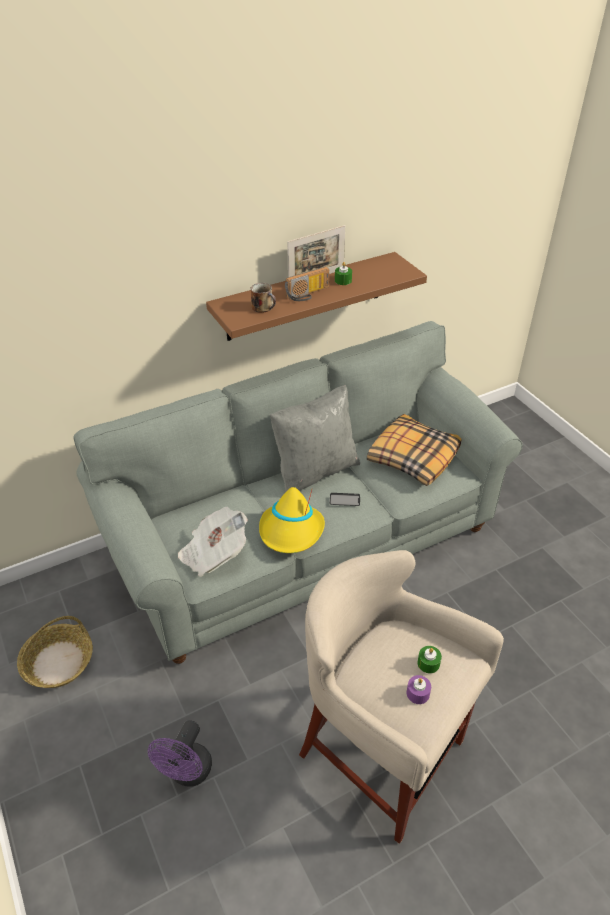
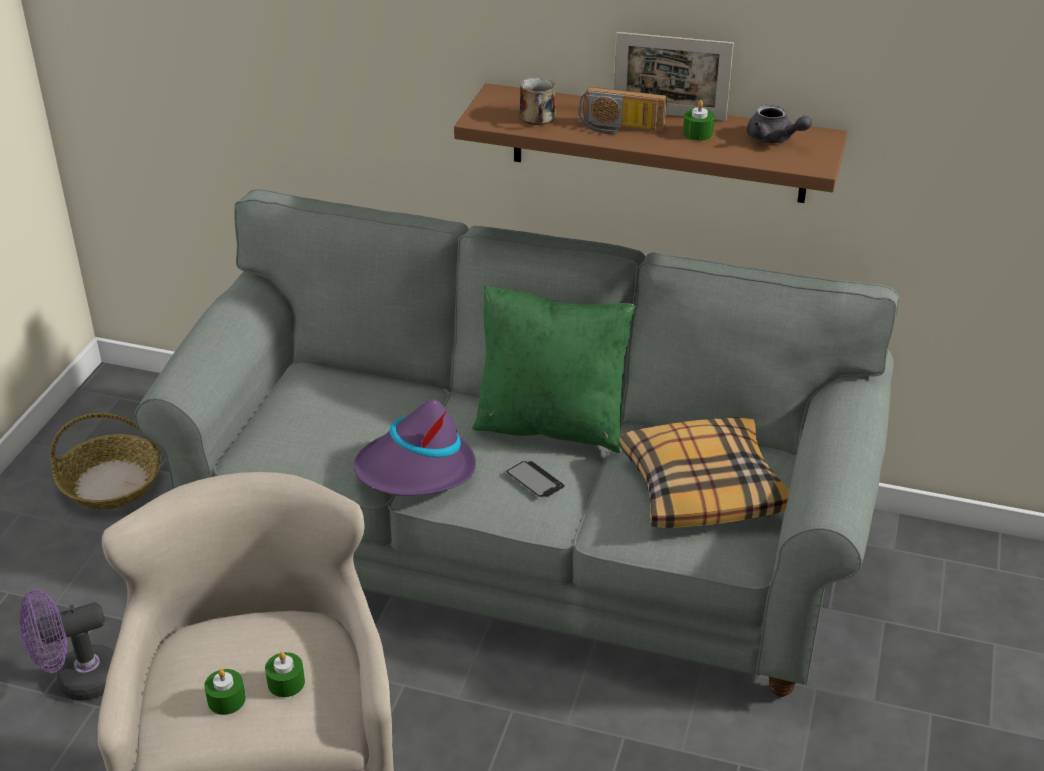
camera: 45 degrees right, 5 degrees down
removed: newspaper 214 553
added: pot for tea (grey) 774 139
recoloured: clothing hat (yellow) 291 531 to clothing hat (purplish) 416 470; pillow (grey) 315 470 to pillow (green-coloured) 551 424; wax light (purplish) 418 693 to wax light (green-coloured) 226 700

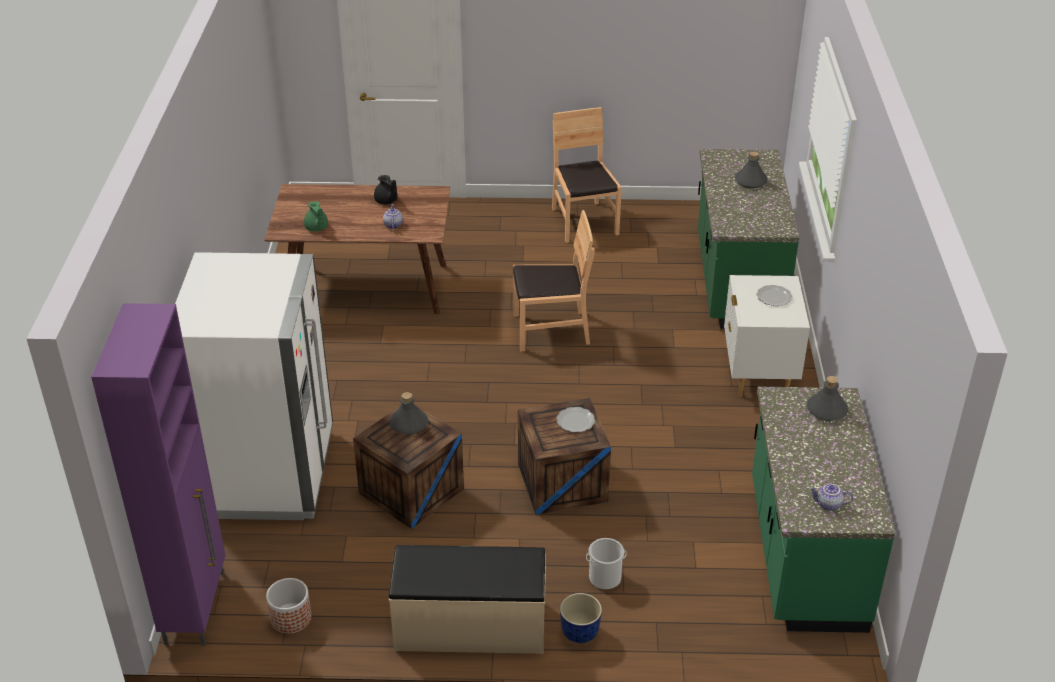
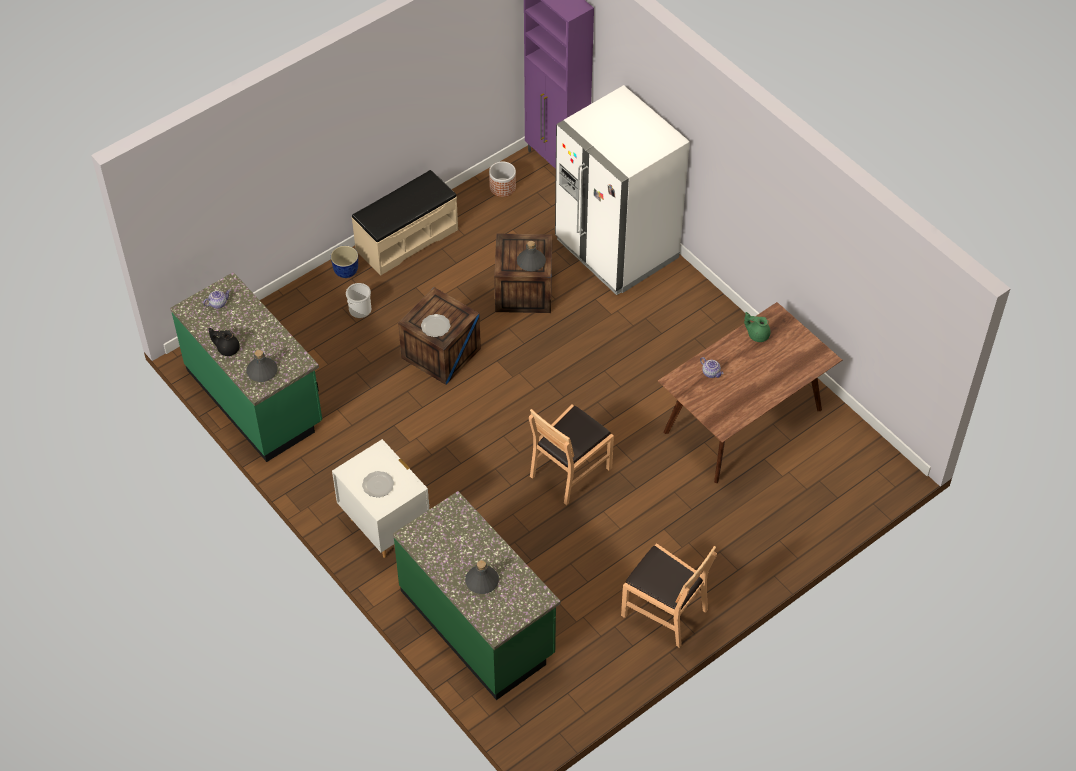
camera: 140 degrees right, 15 degrees up
moved: pot for tea (black) 386 201 to 227 348

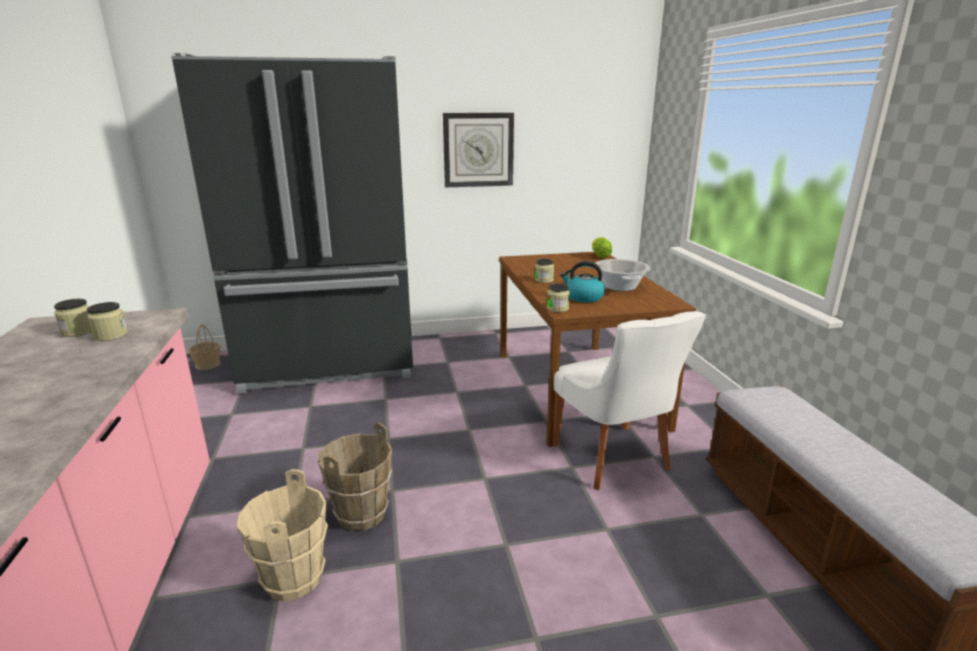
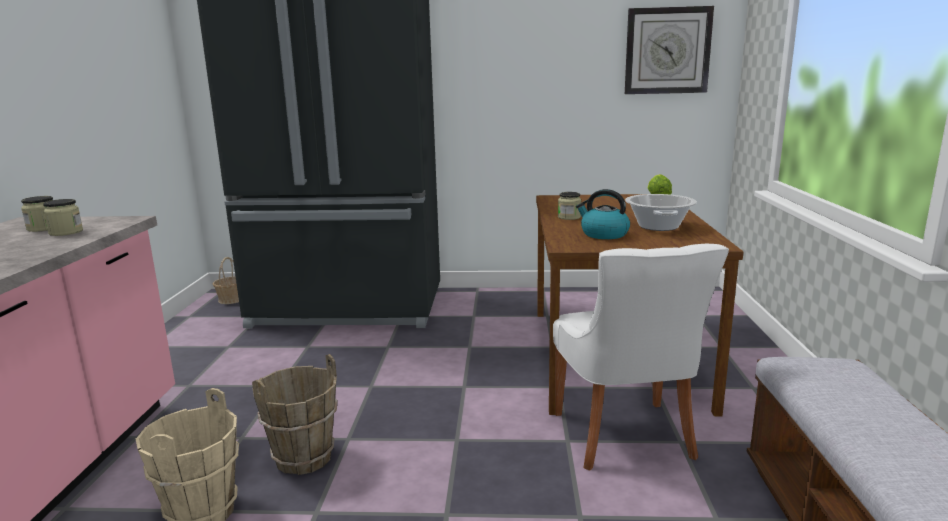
camera: 15 degrees right, 5 degrees down
removed: storage jar 557 308
moved: hanging clock 478 150 to 667 51

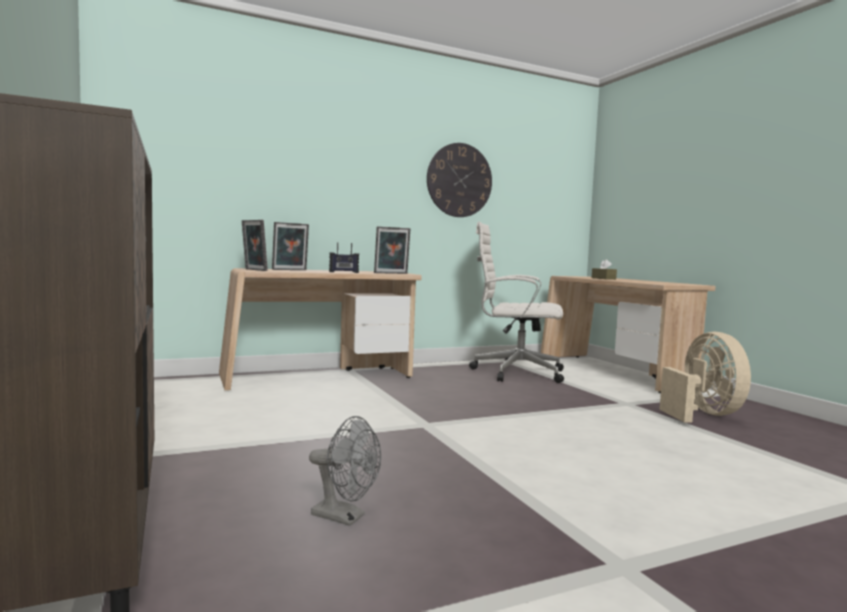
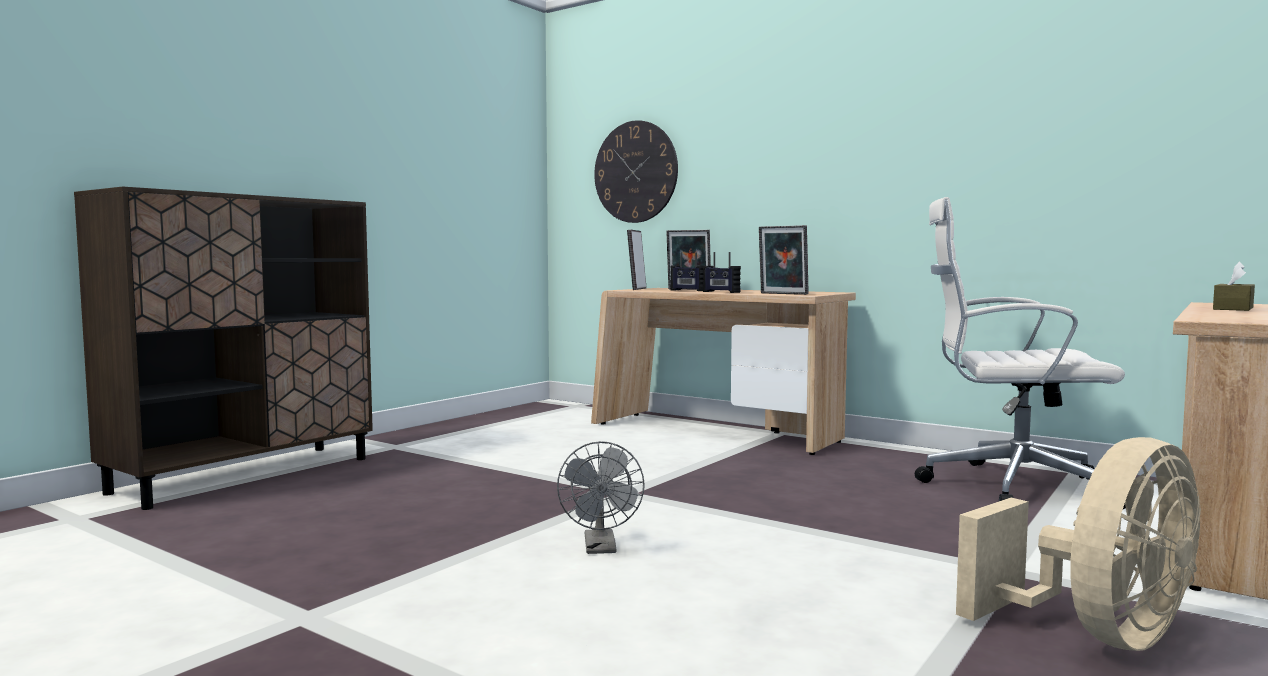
camera: 60 degrees right, 0 degrees up
added: radio 687 290
moved: electric fan (grey) 345 517 to 601 548; hanging clock 459 180 to 635 172
turned: office chair (white-coloured) 515 372 = 1010 487 60 degrees counterclockwise

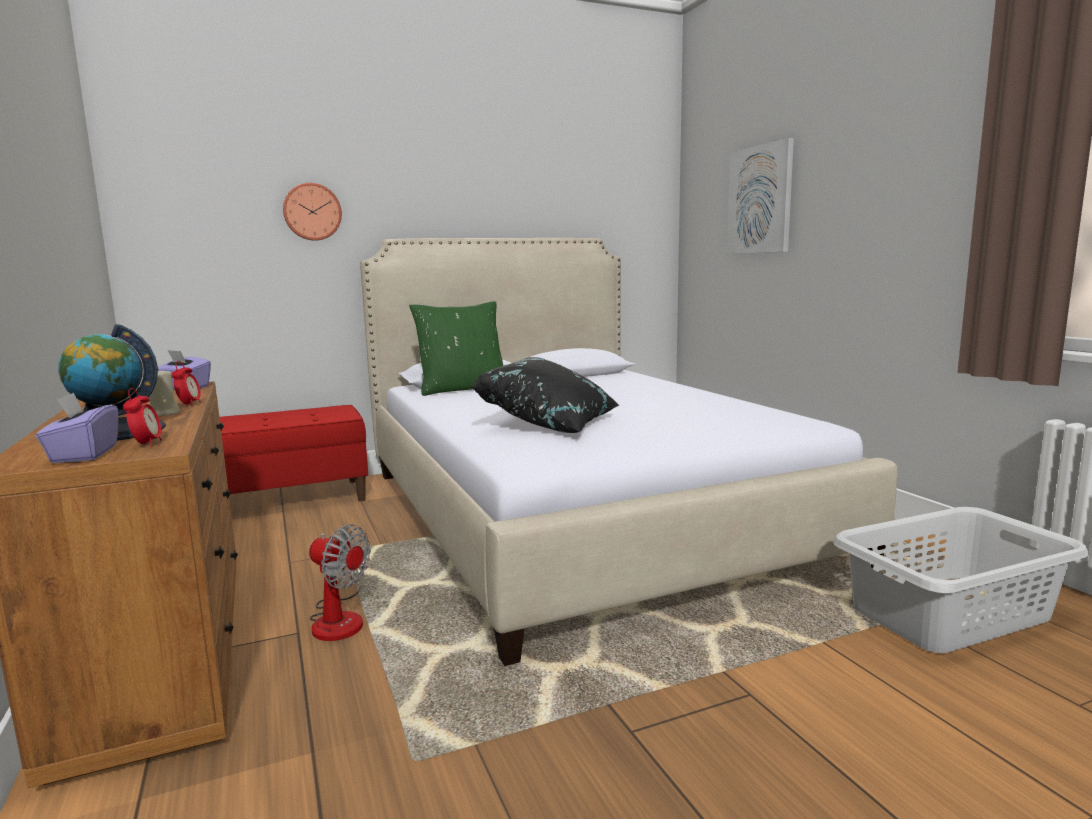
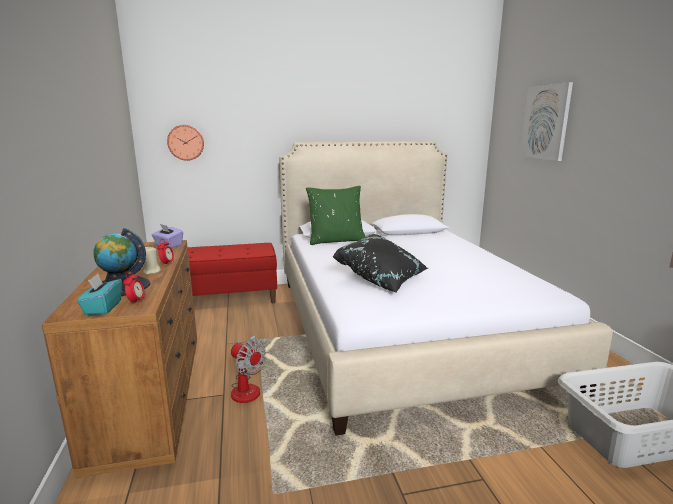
camera: 10 degrees right, 5 degrees up
moved: hanging clock 312 212 to 186 142
recoloured: box of tissues (purplish) 84 454 to box of tissues (turquoise) 102 308

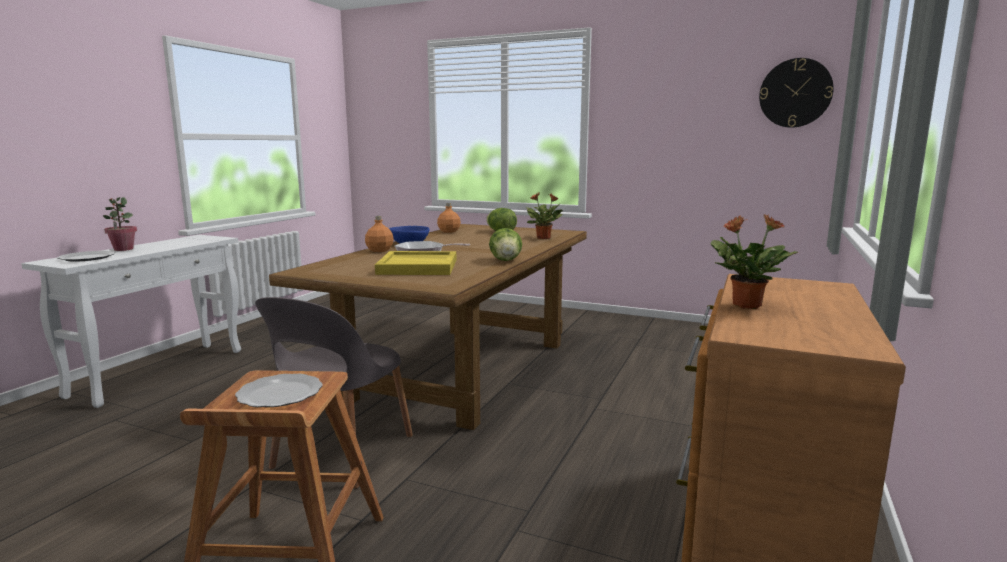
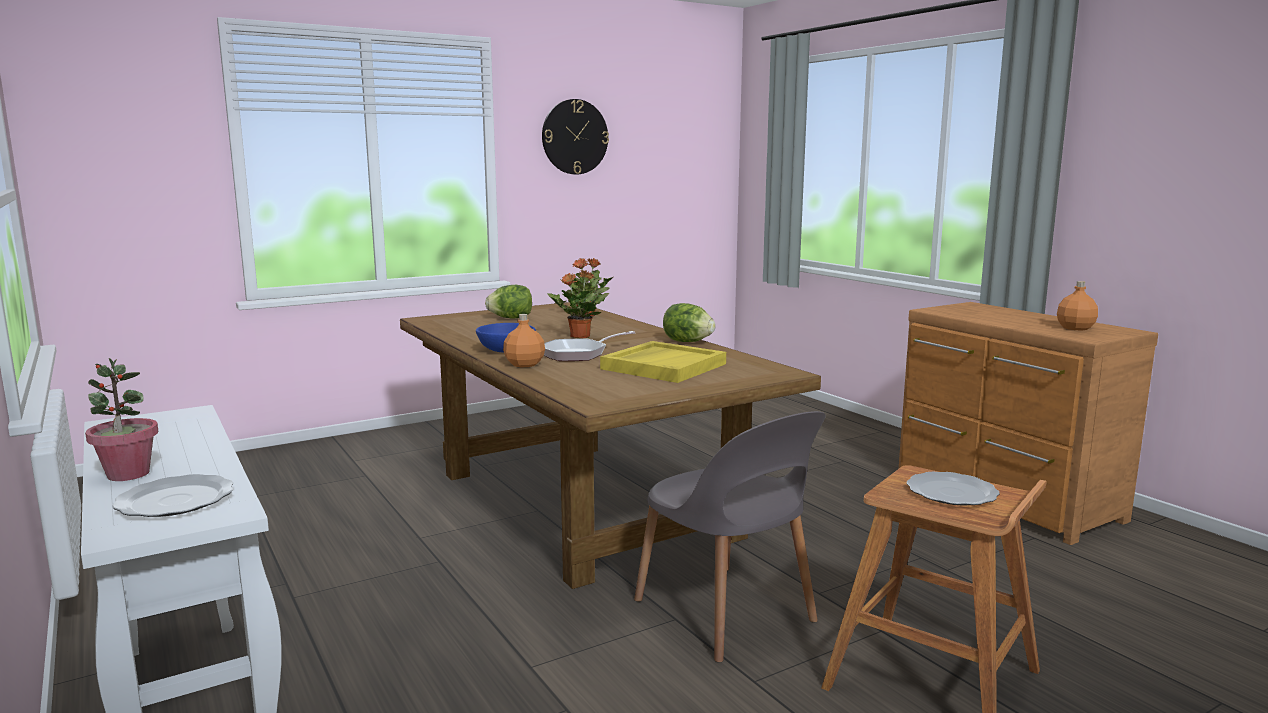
camera: 55 degrees left, 0 degrees up
moved: beverage bottle (orangey) 448 231 to 1075 328; plant in a pot 745 305 to 579 337; hanging clock 795 93 to 574 137

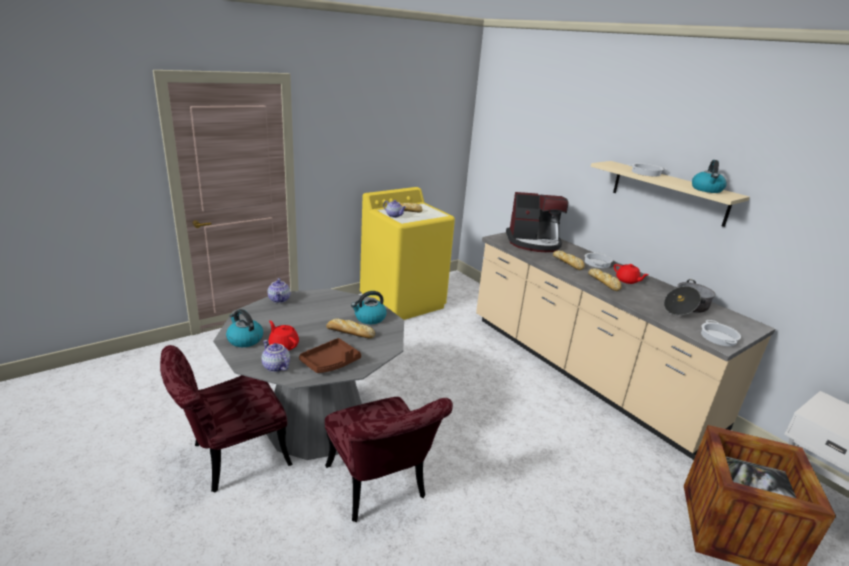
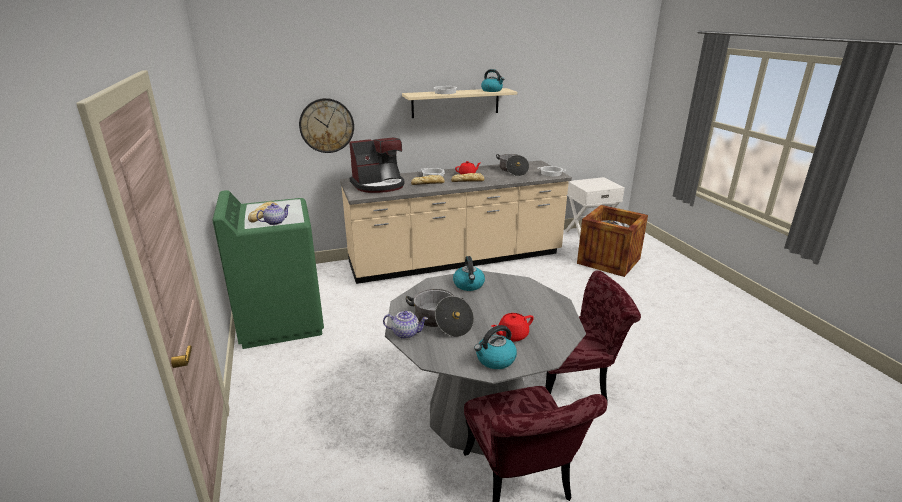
camera: 70 degrees left, 0 degrees up
removed: pot for tea 275 367; serving tray (brownish) 331 363; baked bread 349 332
added: hanging clock 326 125; stockpot 441 322
recoloured: laundry appliance (yellow) 403 301 to laundry appliance (green-coloured) 281 321
turned: coffee brewer 534 243 = 379 185 45 degrees clockwise

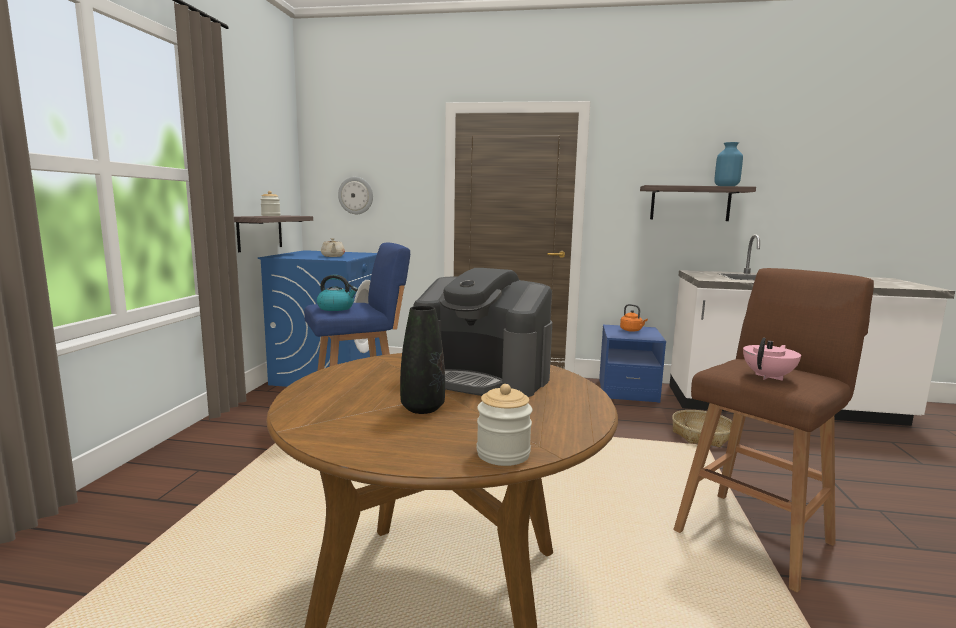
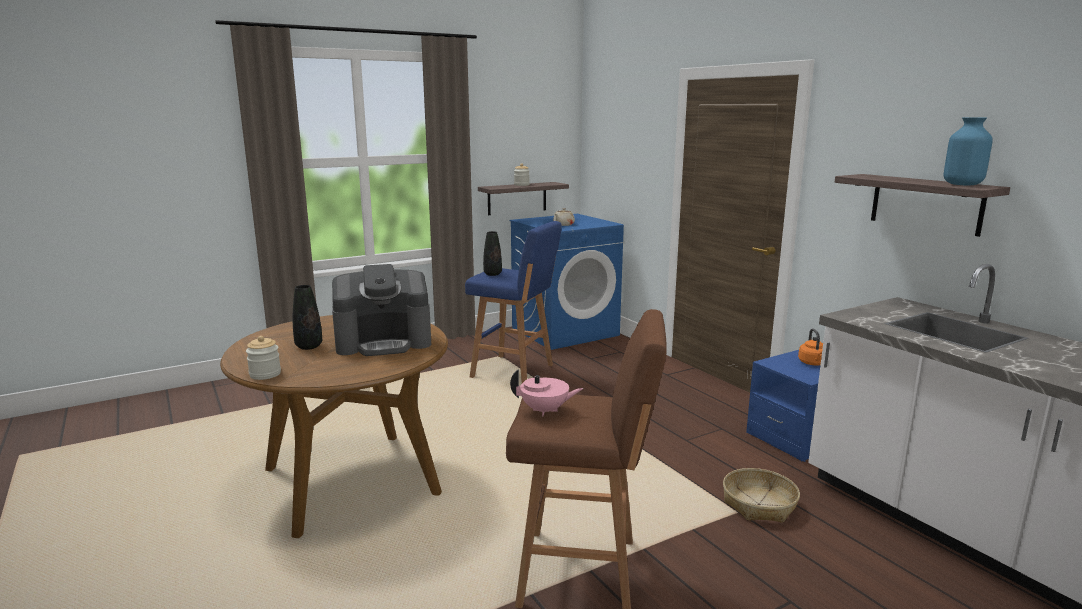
camera: 50 degrees right, 5 degrees up
removed: hanging clock 356 195
replaced: kettle 336 308 to decorative vase (black) 492 274
turned: coffee brewer 482 376 = 384 342 90 degrees counterclockwise

